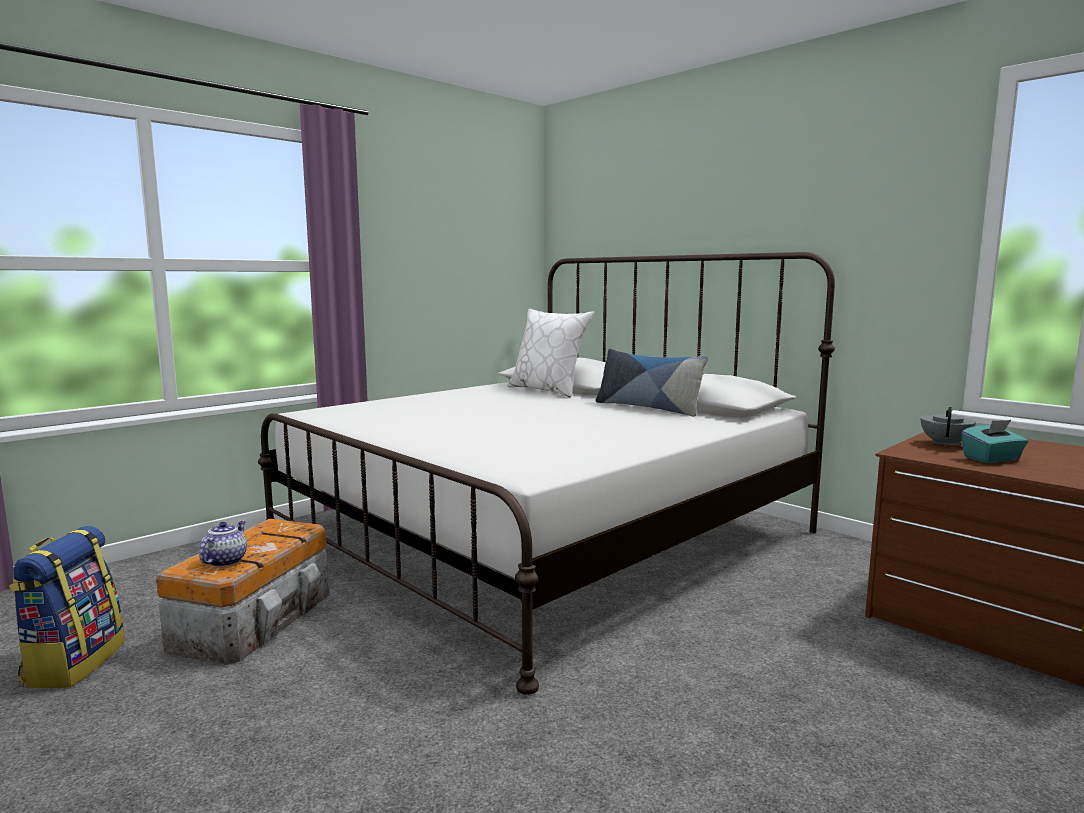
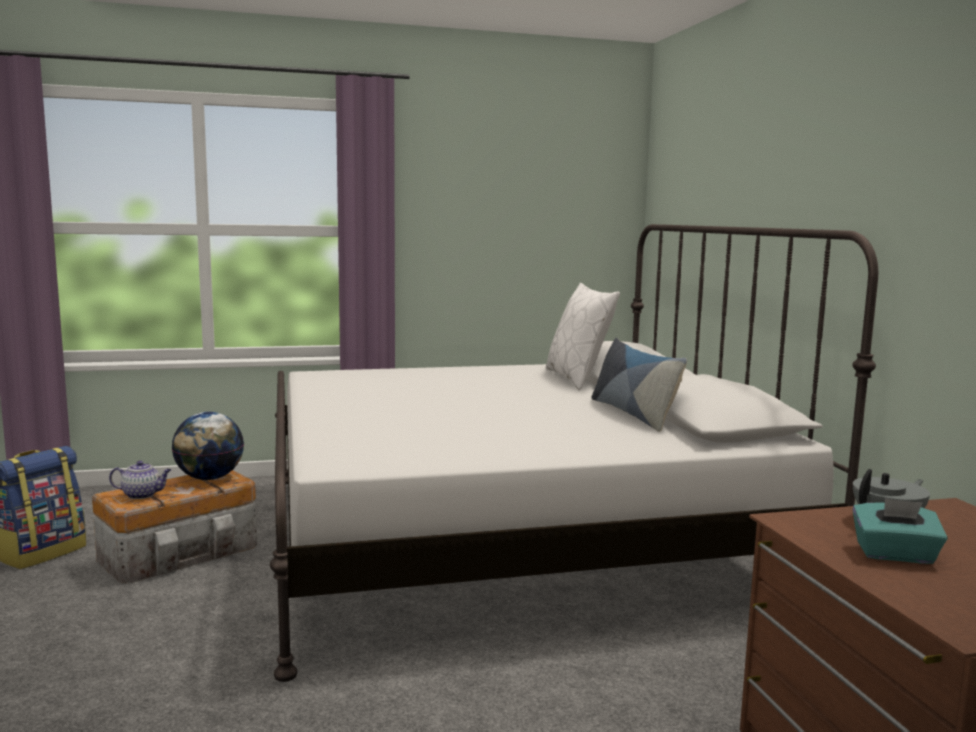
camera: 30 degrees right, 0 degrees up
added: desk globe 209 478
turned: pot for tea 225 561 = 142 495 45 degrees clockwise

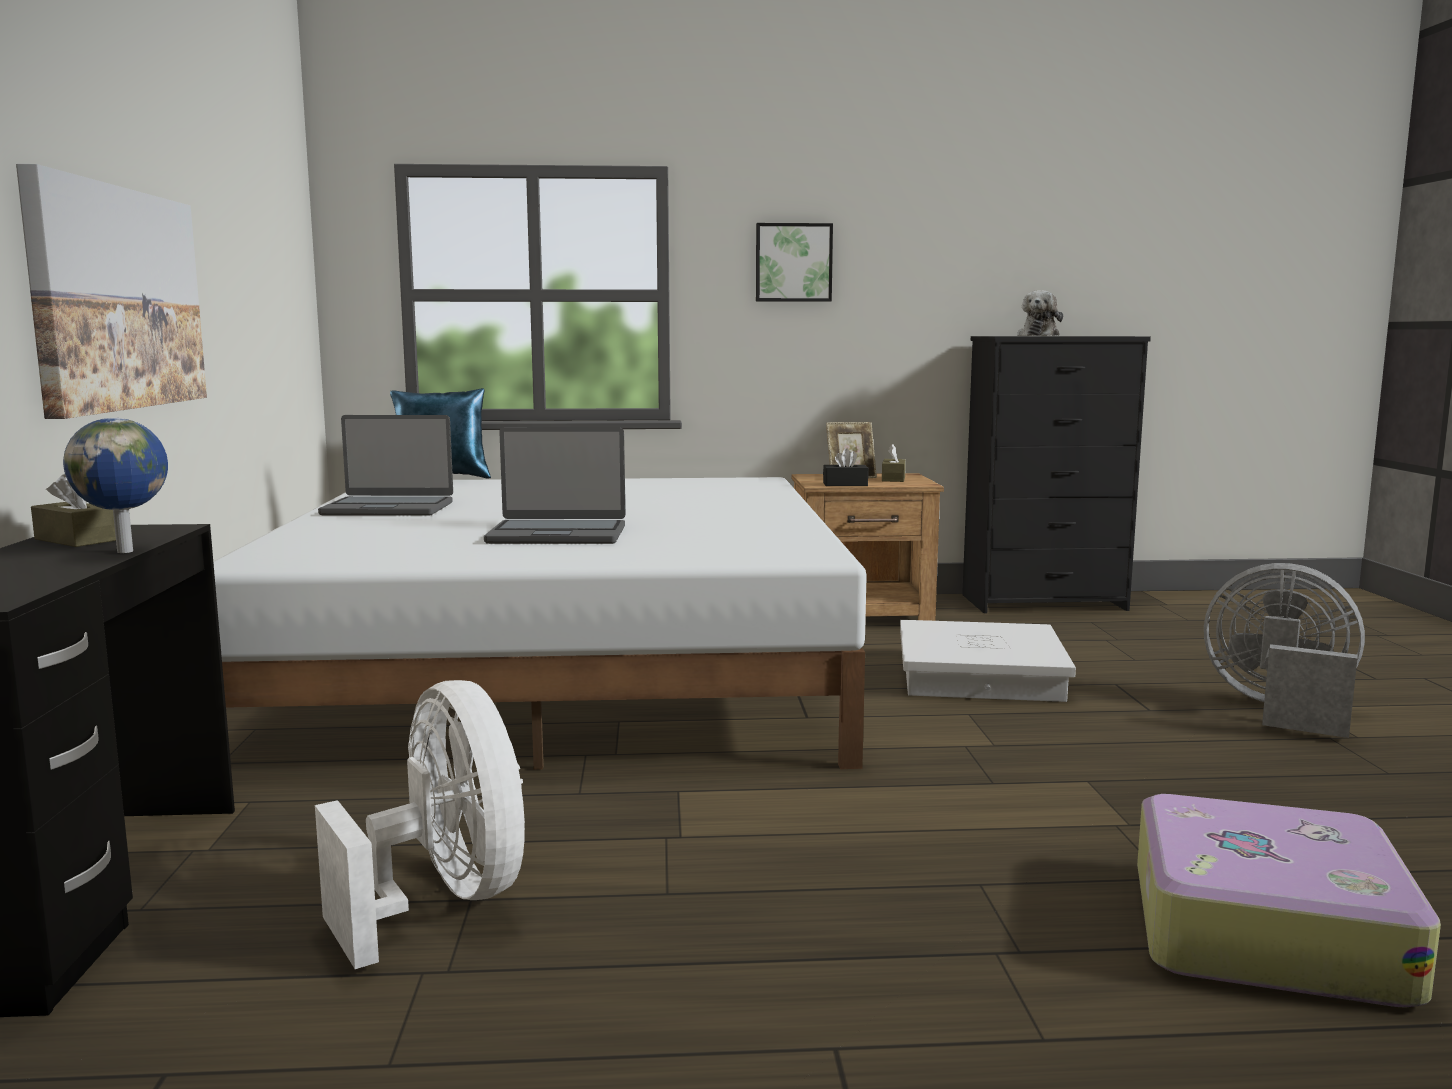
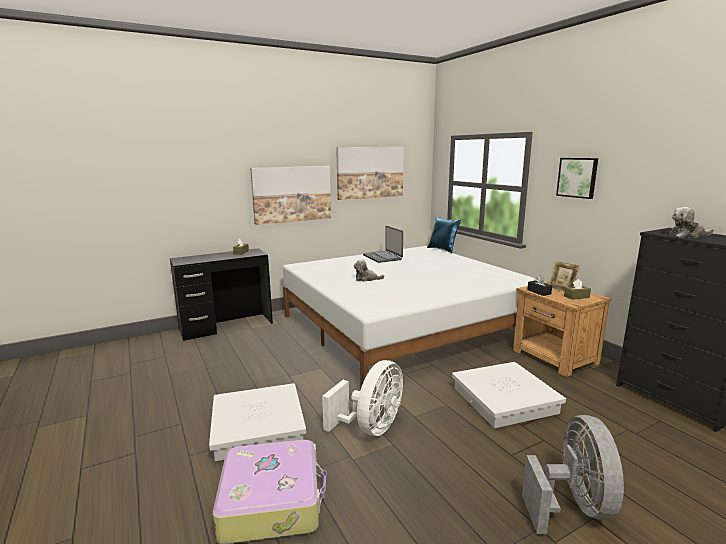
camera: 65 degrees right, 5 degrees up
removed: desk globe 127 551
added: storage box (white-coloured) 259 427; picture 370 172
moved: electric fan (white-coloured) 444 900 to 371 428
replaced: notebook computer 557 535 to cuddly toy 366 279

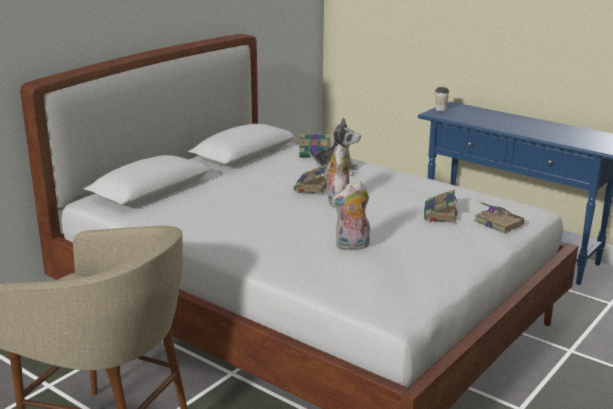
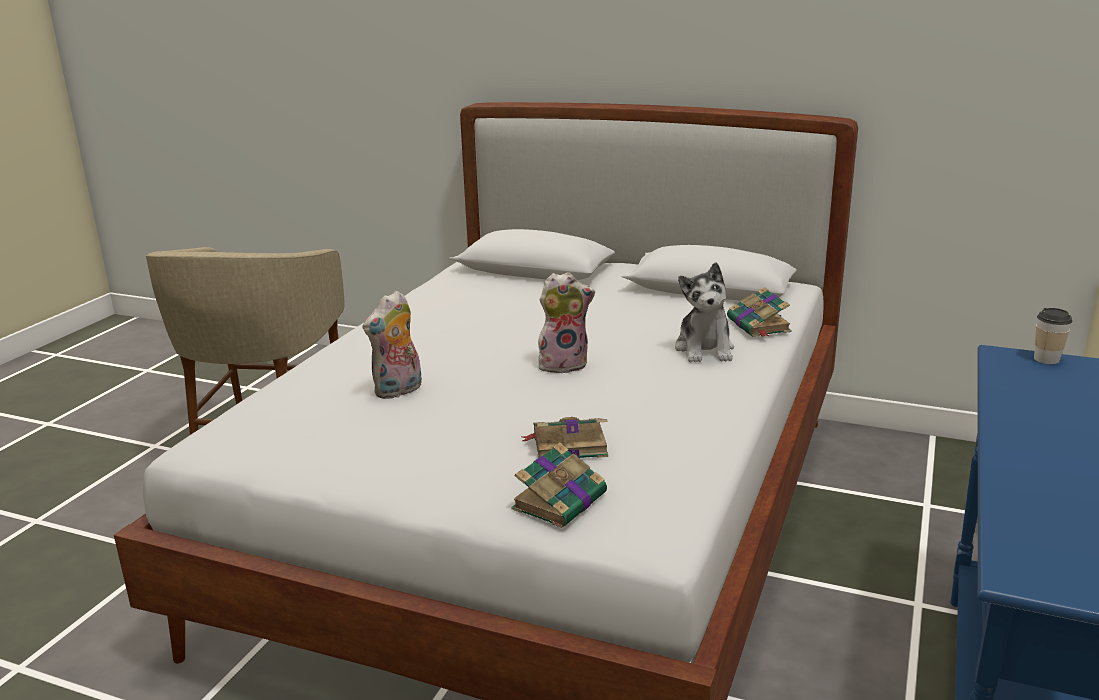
camera: 75 degrees right, 0 degrees up
removed: book 311 187
turned: cuddly toy 352 246 = 399 391 105 degrees counterclockwise

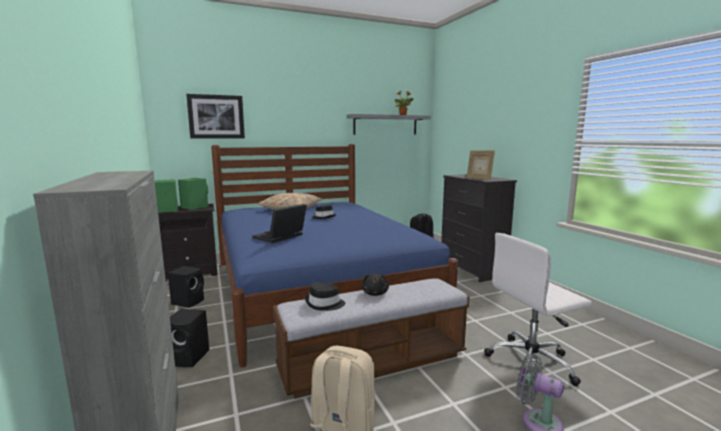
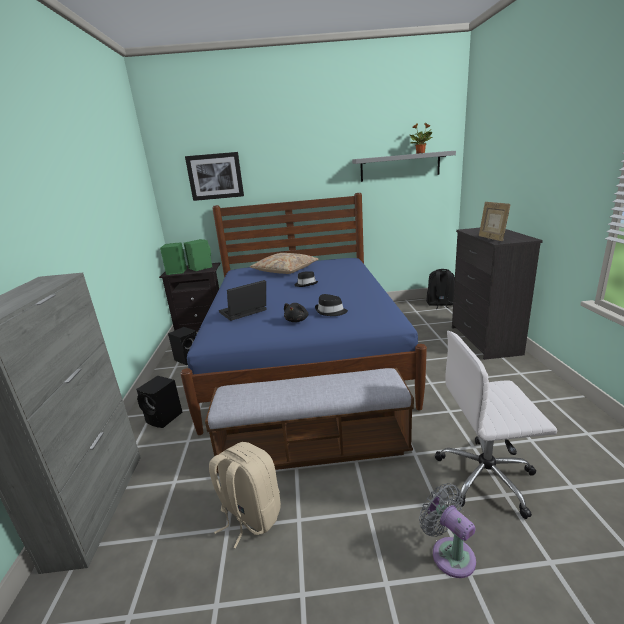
camera: 20 degrees right, 10 degrees up
moved: clothing hat (black) 324 304 to 331 311; cuddly toy (black) 375 293 to 297 320

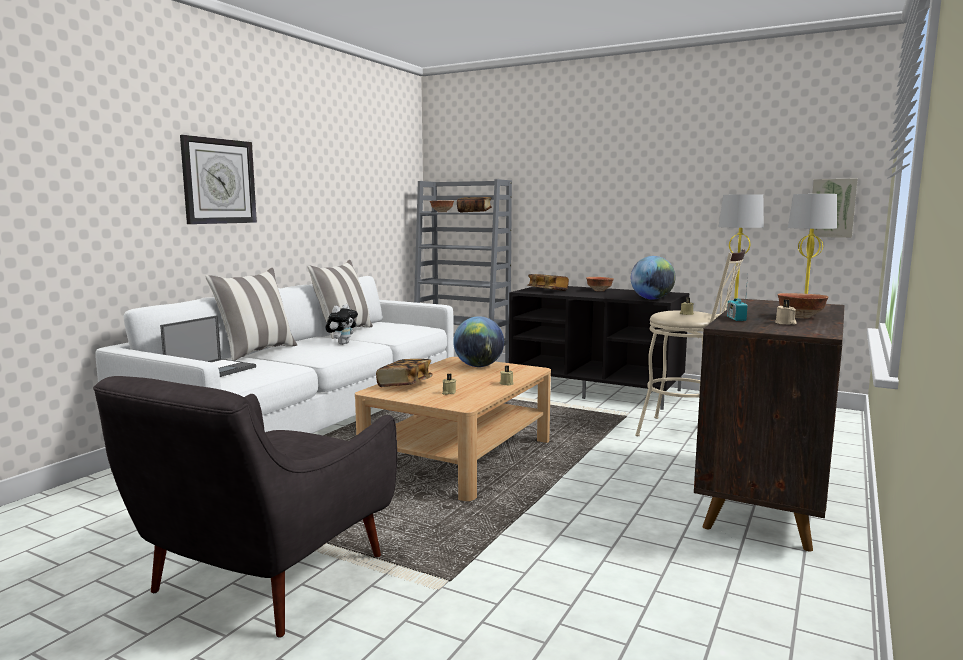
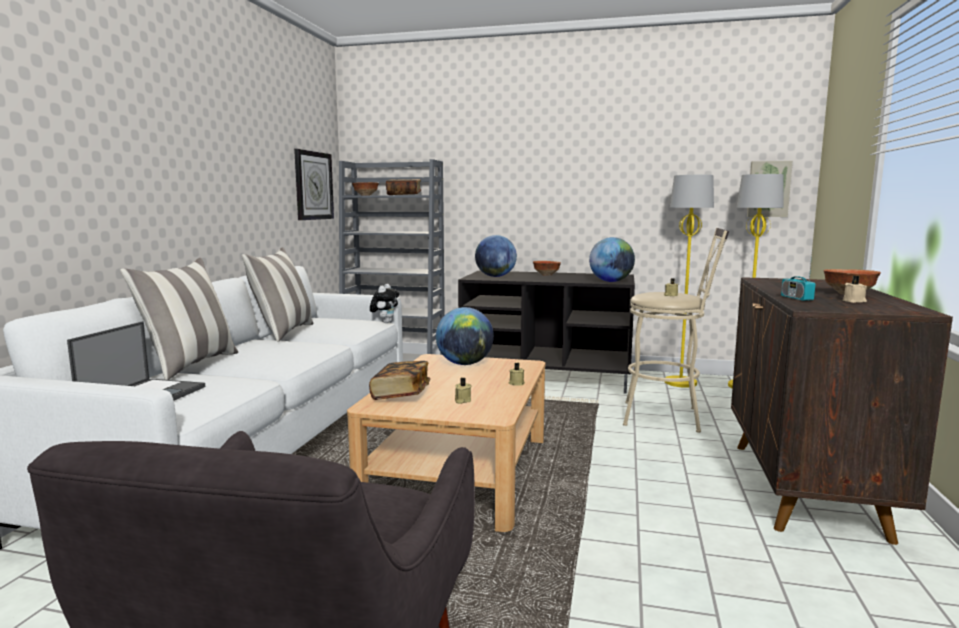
camera: 15 degrees left, 0 degrees up
moved: hanging clock 218 181 to 313 185; cuddly toy 342 343 to 385 322
replaced: book 547 290 to desk globe 495 276

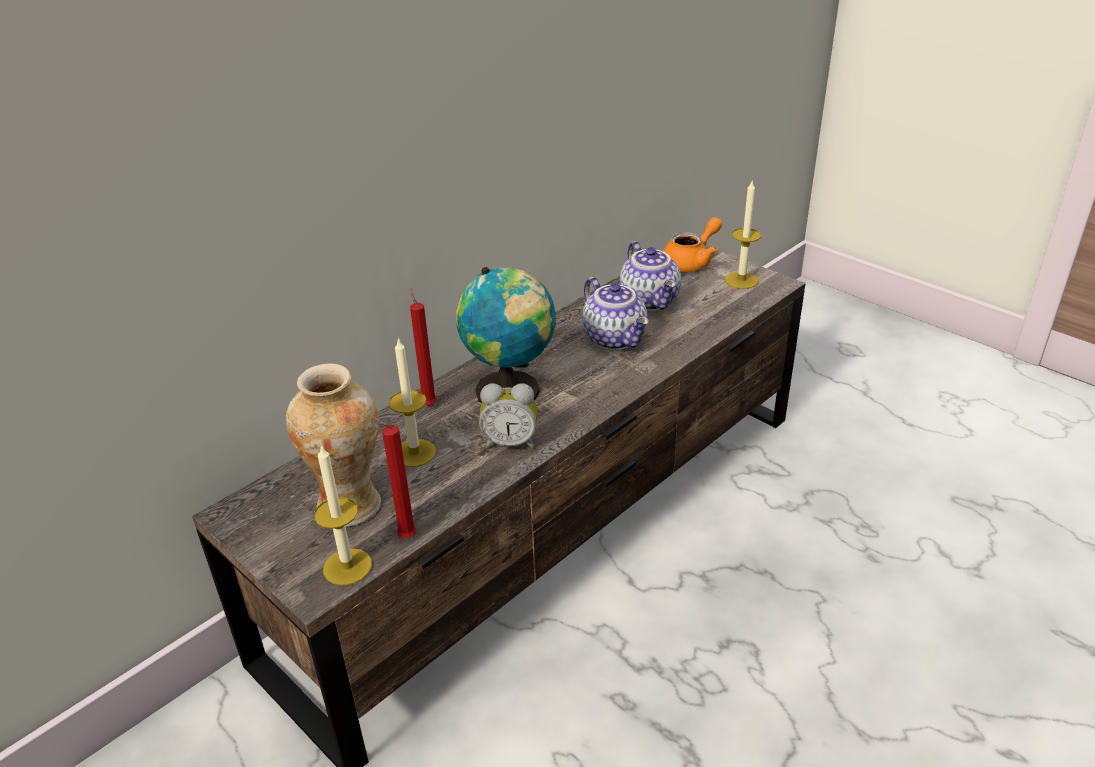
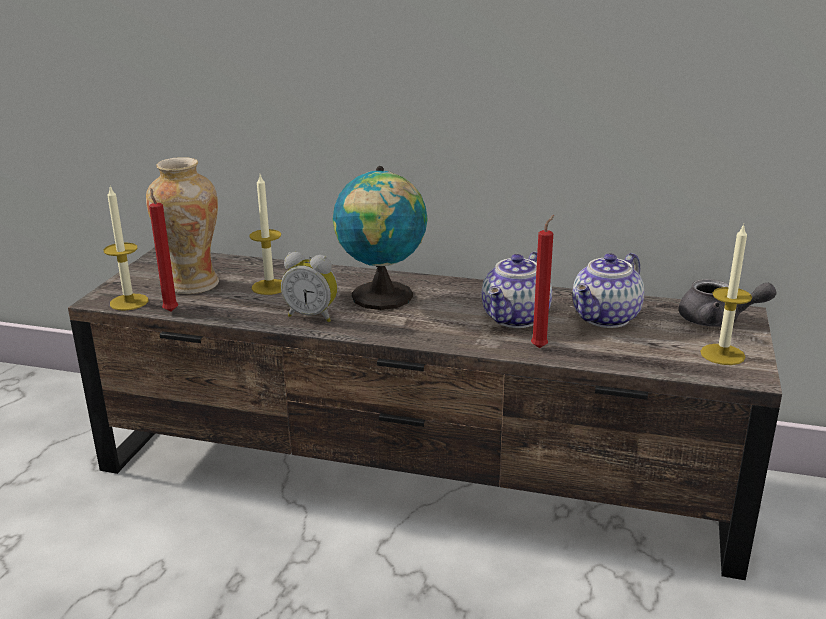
camera: 60 degrees right, 10 degrees down
moved: wax light (red) 428 404 to 540 347
recoloured: pot for tea (orangey) 691 262 to pot for tea (grey) 717 320
turned: bedside clock 510 442 = 312 316 45 degrees counterclockwise

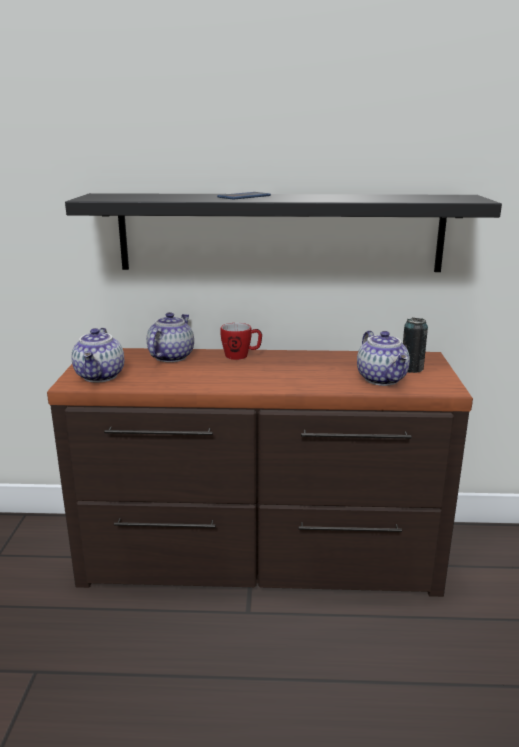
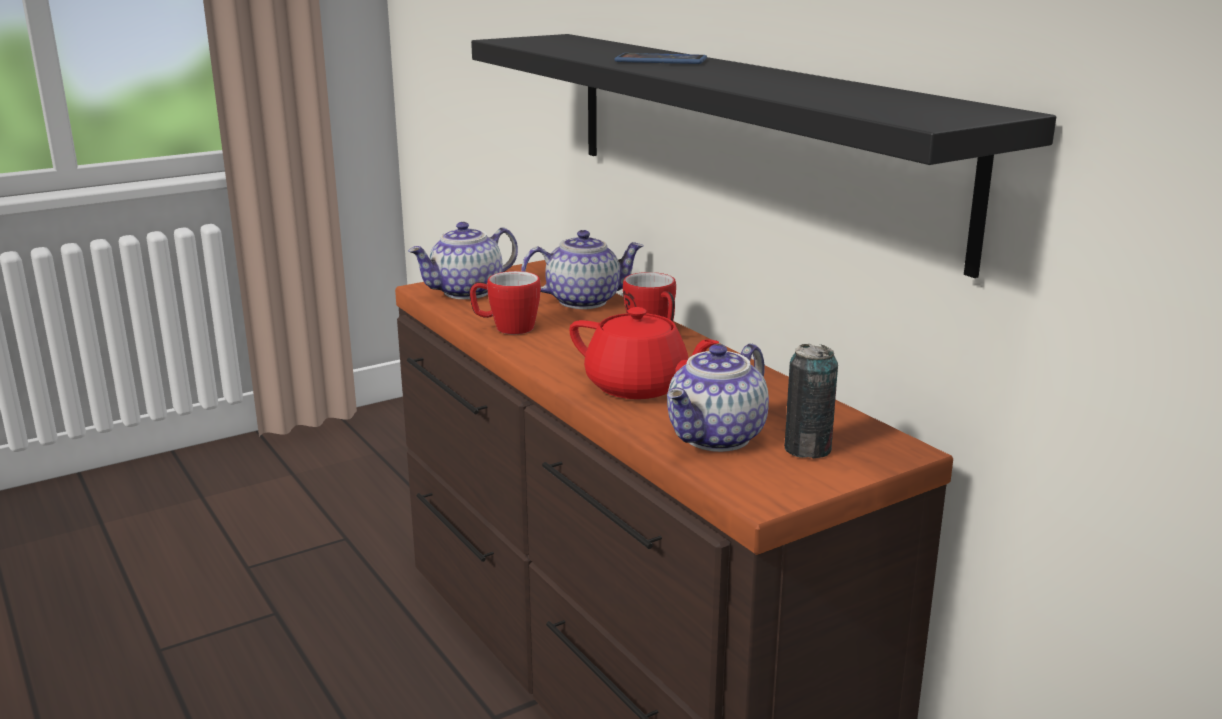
camera: 55 degrees right, 0 degrees up
added: coffee mug 506 328; pot for tea (red) 638 387

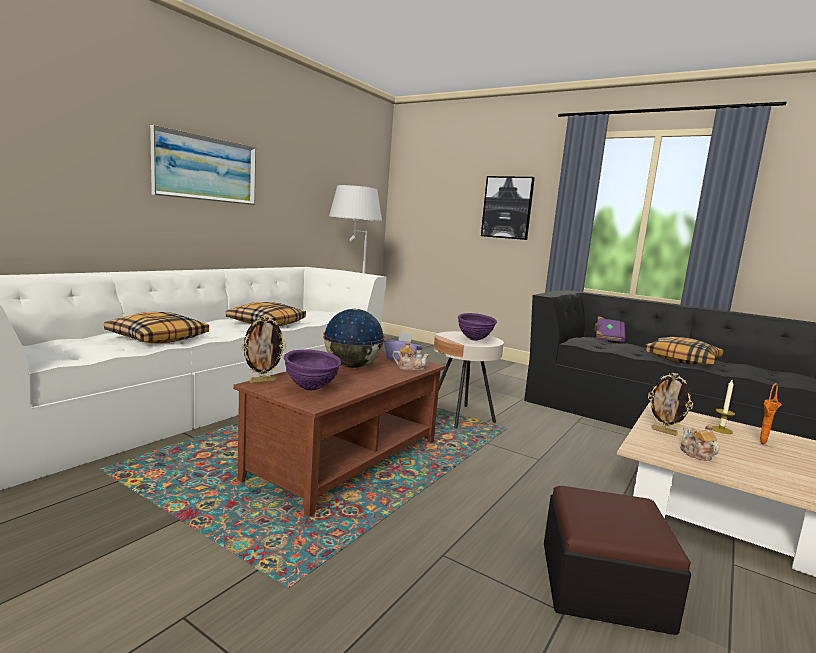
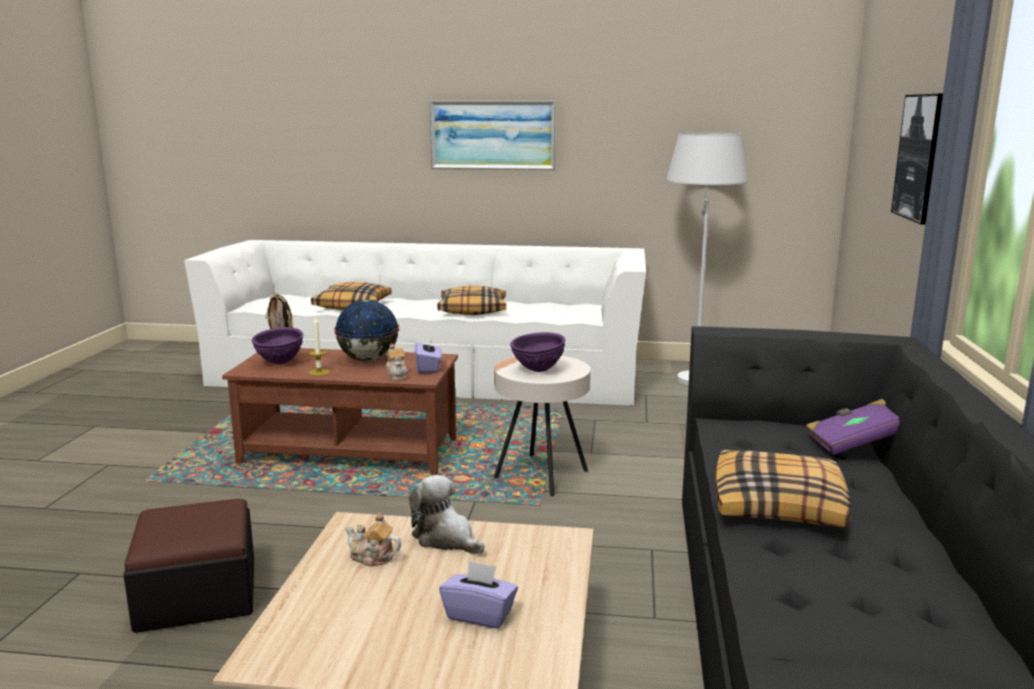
camera: 65 degrees right, 5 degrees up
moved: wax light 721 430 to 319 372
replaced: picture frame 664 432 to cuddly toy 445 538; decorative vase (orangey) 762 444 to box of tissues (purplish) 479 614
turned: pot for tea 695 454 = 372 558 120 degrees counterclockwise

